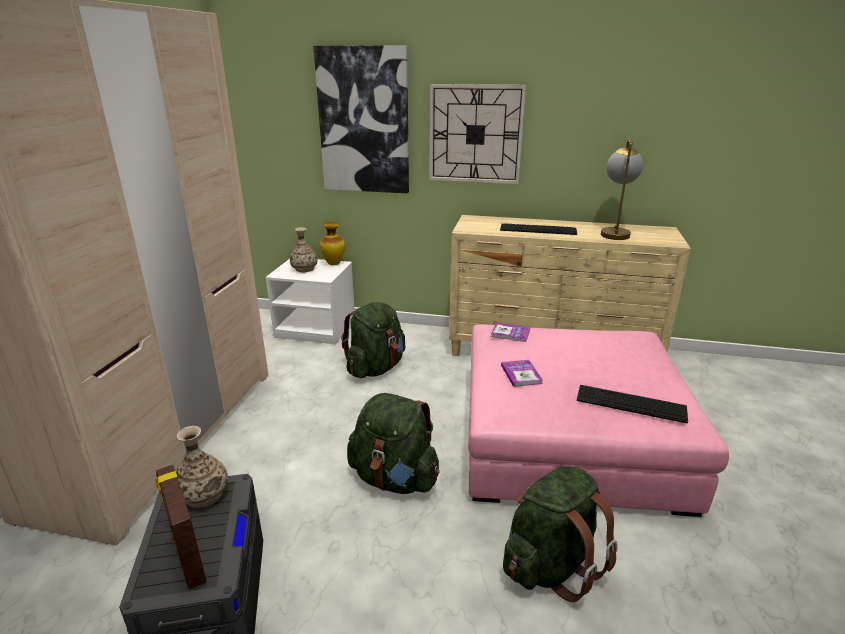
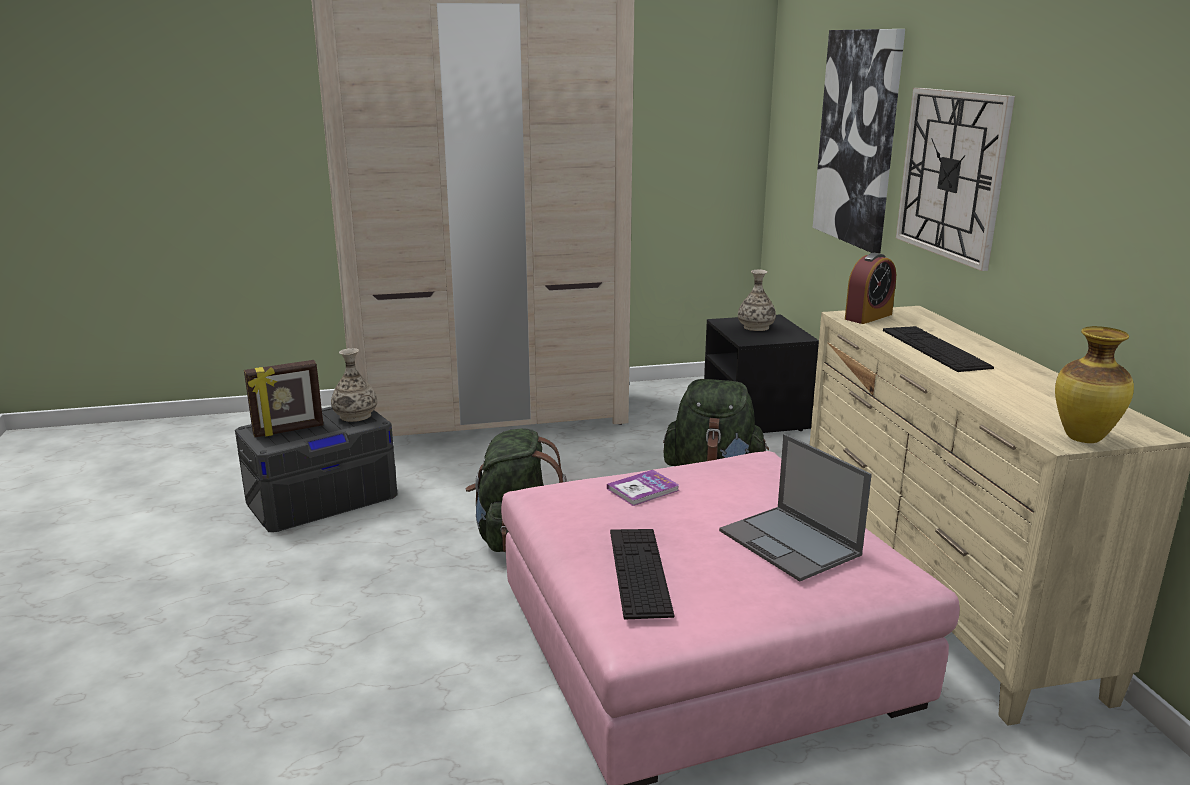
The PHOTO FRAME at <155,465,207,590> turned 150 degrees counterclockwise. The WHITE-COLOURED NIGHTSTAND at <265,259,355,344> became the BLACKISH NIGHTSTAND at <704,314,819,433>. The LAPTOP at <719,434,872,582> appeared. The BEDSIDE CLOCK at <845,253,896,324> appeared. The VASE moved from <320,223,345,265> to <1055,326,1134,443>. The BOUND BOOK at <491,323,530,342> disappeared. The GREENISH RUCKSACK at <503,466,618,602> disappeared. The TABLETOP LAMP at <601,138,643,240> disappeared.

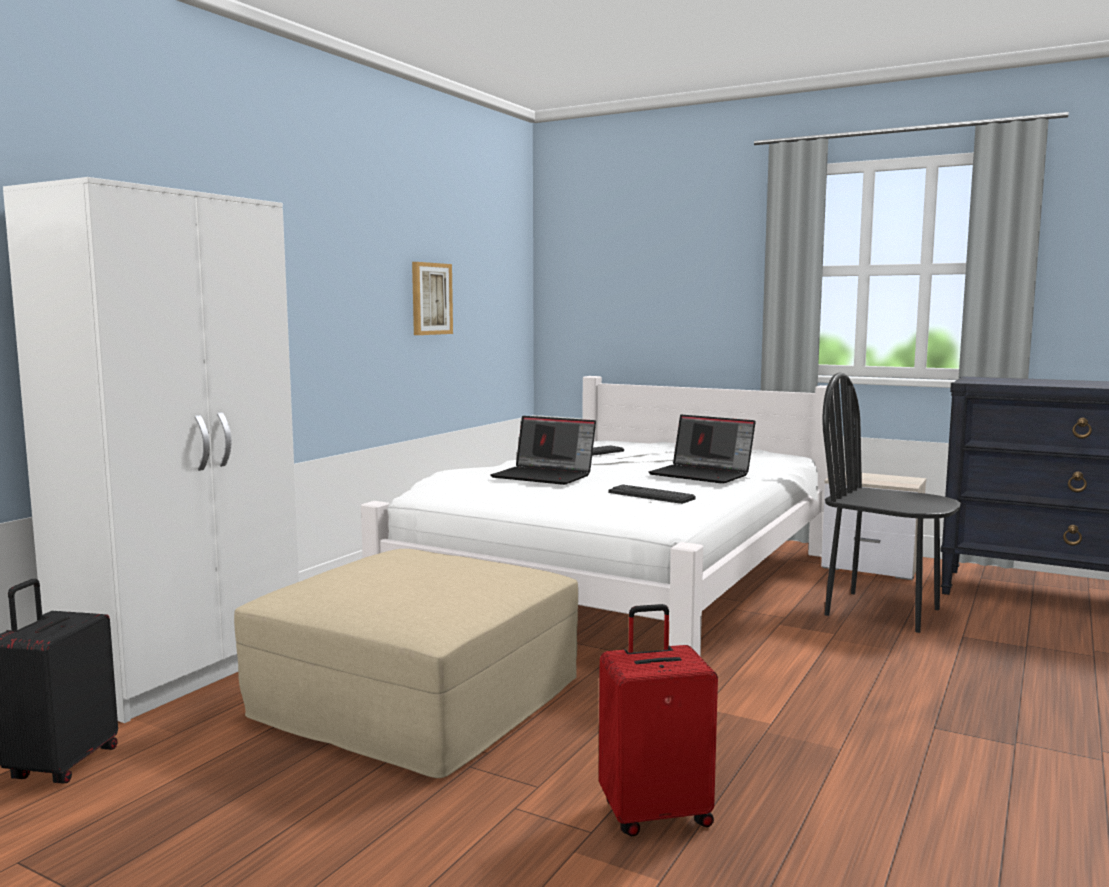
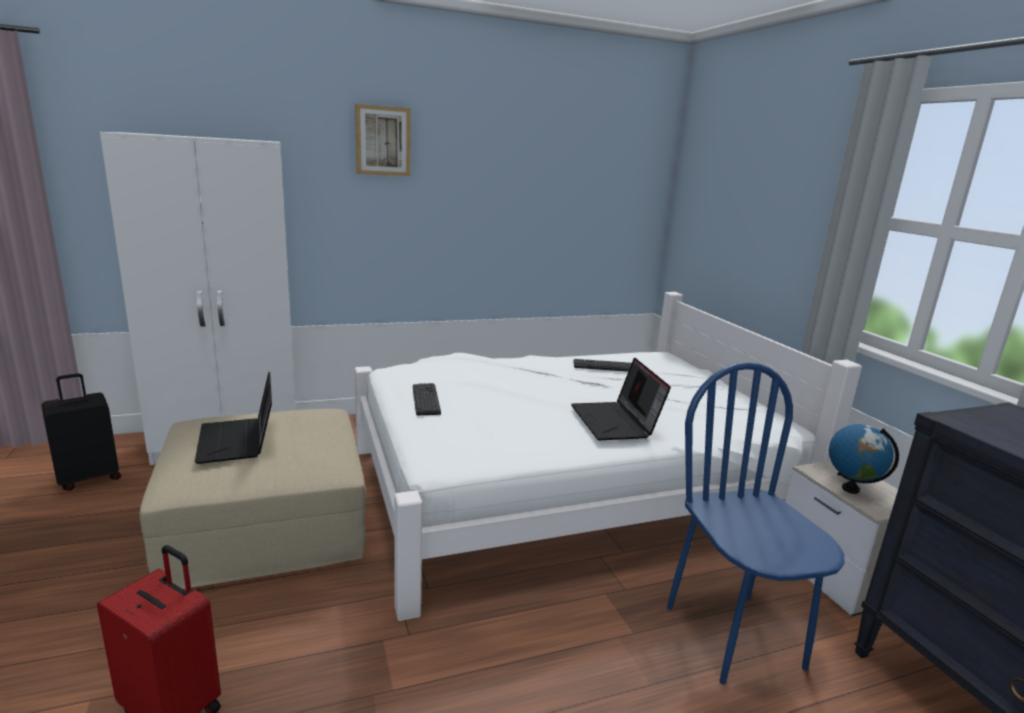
The LAPTOP moved from <490,416,596,485> to <195,372,272,464>. The PICTURE moved from <412,262,453,335> to <355,104,411,176>. The PC KEYBOARD moved from <608,484,696,504> to <413,383,441,415>. The BLACKISH UPRIGHT CHAIR at <822,372,961,633> became the BLUISH UPRIGHT CHAIR at <667,362,845,685>. The WORLD GLOBE at <829,424,899,494> appeared.

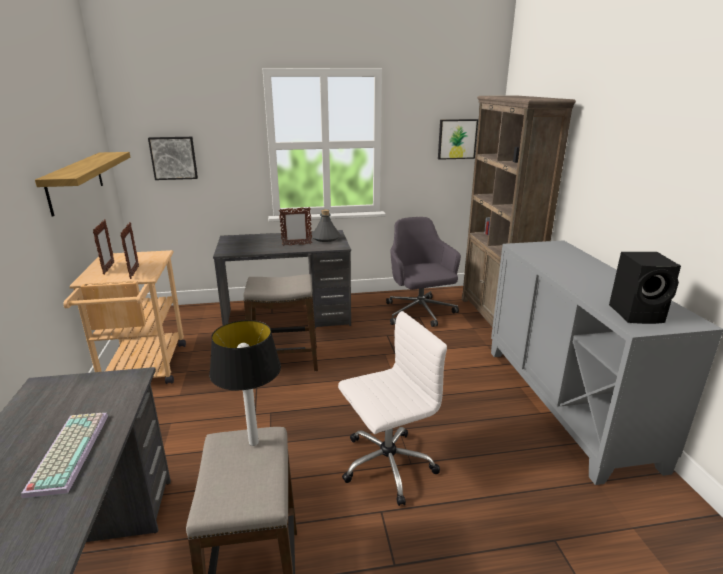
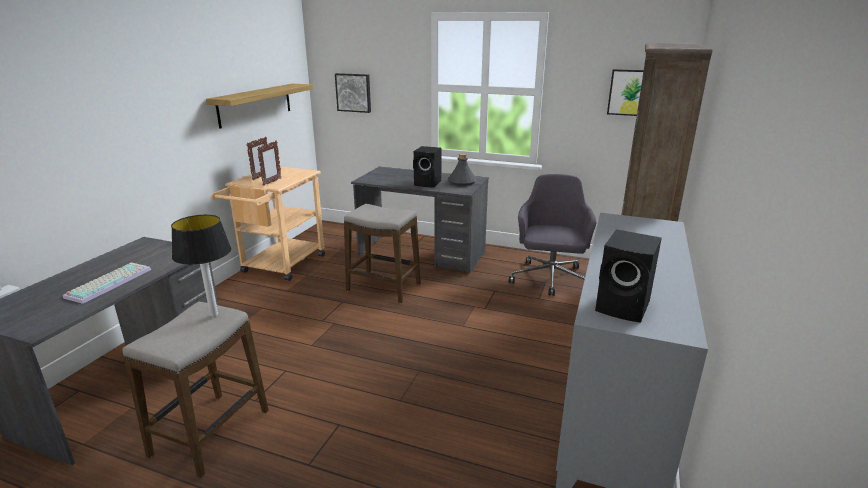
The PHOTO FRAME at <279,207,312,246> was replaced by the BLACKISH AUDIO SPEAKER at <413,146,442,188>. The WHITE-COLOURED COMPUTER CHAIR at <338,311,447,506> disappeared.

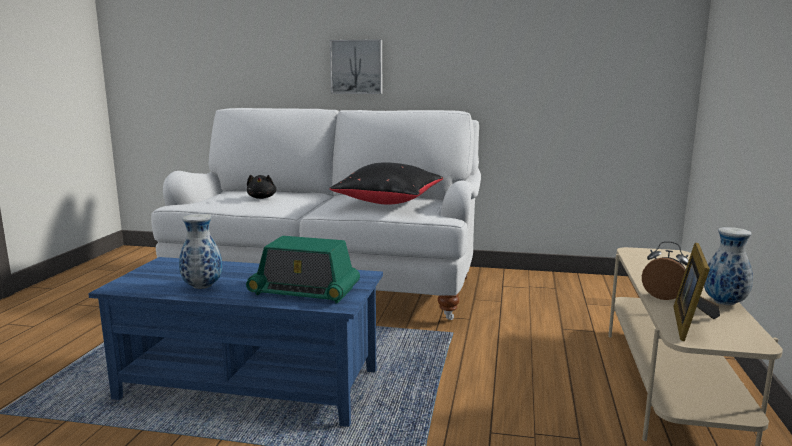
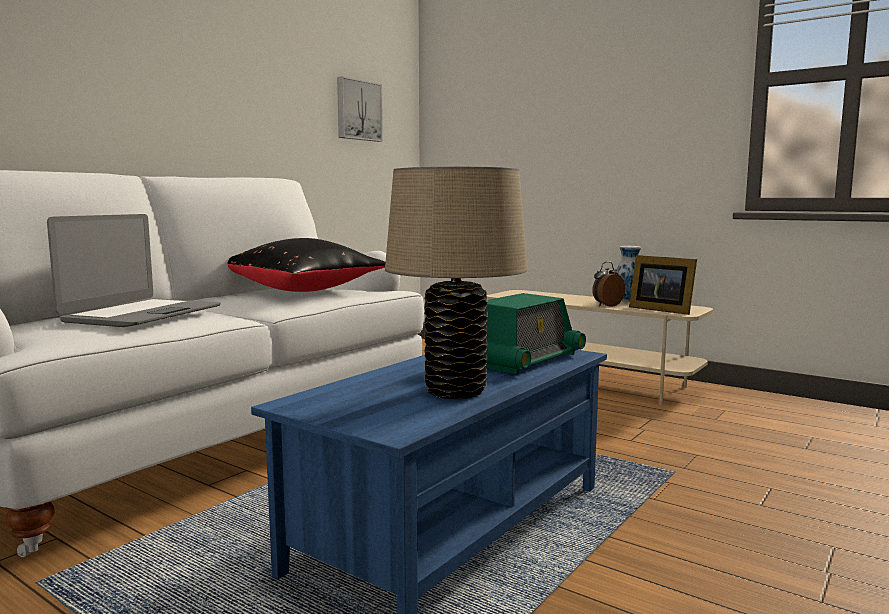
The BLACKISH CUDDLY TOY at <247,175,276,199> was replaced by the LAPTOP at <47,214,221,327>. The PICTURE moved from <330,39,382,94> to <337,76,383,142>. The VASE at <179,214,222,289> was replaced by the BEIGE-COLOURED TABLETOP LAMP at <385,167,527,399>.

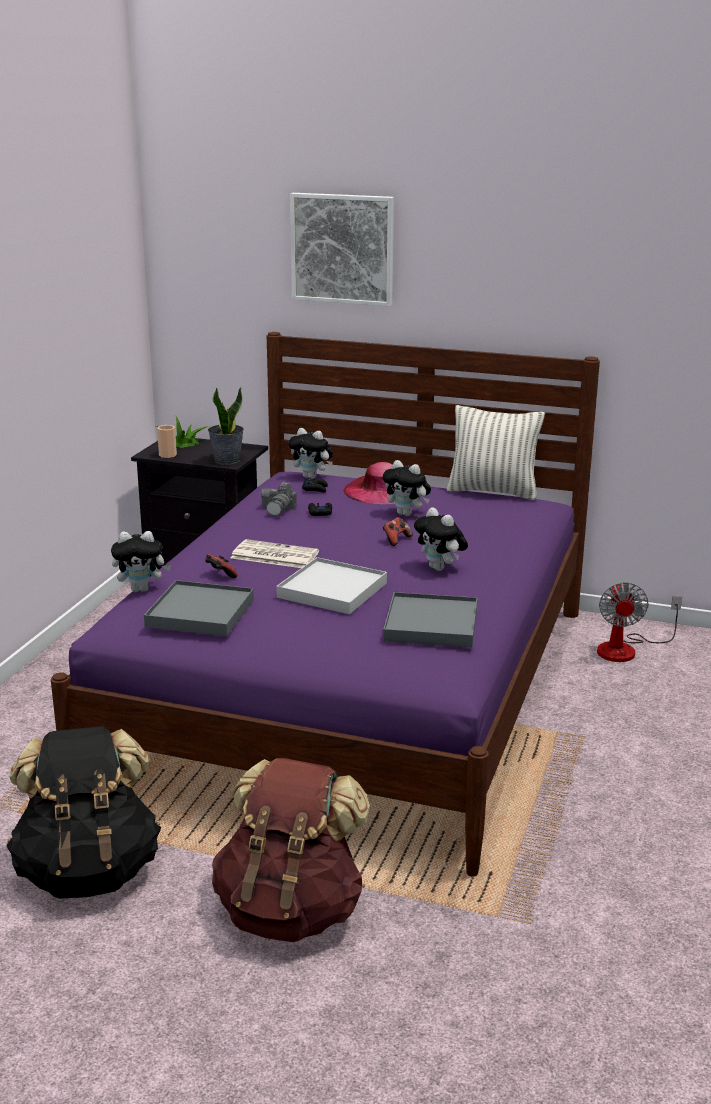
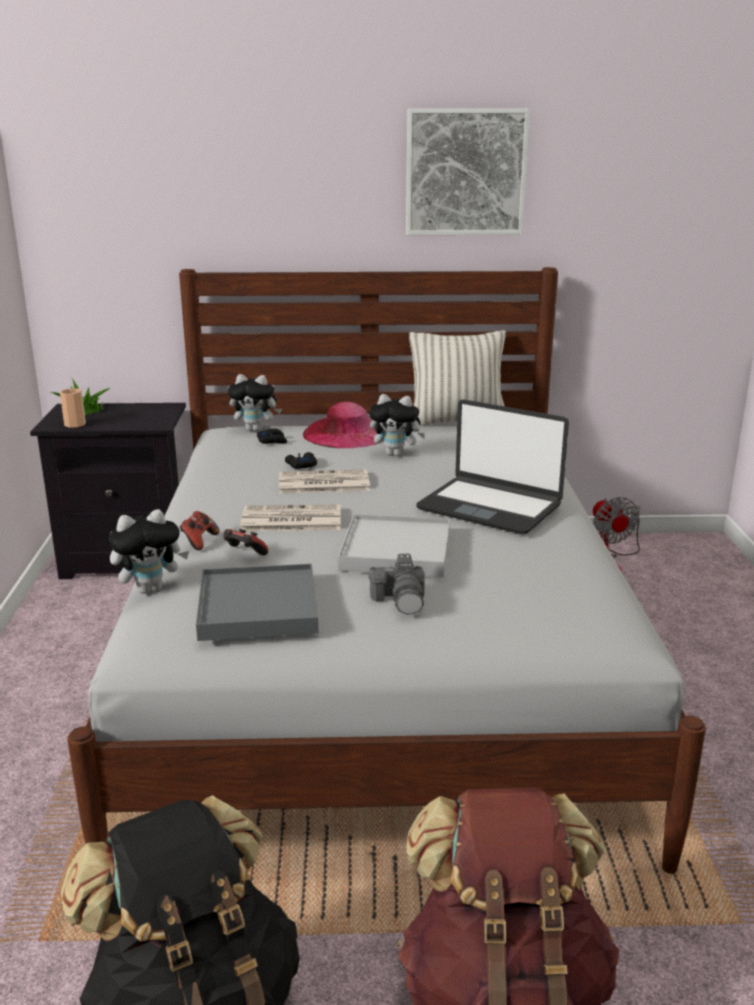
The PURPLE-COLOURED BED at <51,332,600,877> became the WHITE-COLOURED BED at <67,267,706,874>. The GAMEPAD moved from <383,517,413,546> to <180,511,219,550>. The NEWSPAPER at <279,469,370,494> appeared. The PHOTO CAMERA moved from <261,482,297,516> to <368,554,426,615>. The PICTURE moved from <290,193,394,307> to <406,108,530,235>. The CUDDLY TOY at <414,507,468,571> was replaced by the LAPTOP at <416,399,569,534>. The PLANT IN A POT at <208,387,244,465> disappeared. The GRAY CARRYING TRAY at <383,592,478,648> disappeared.

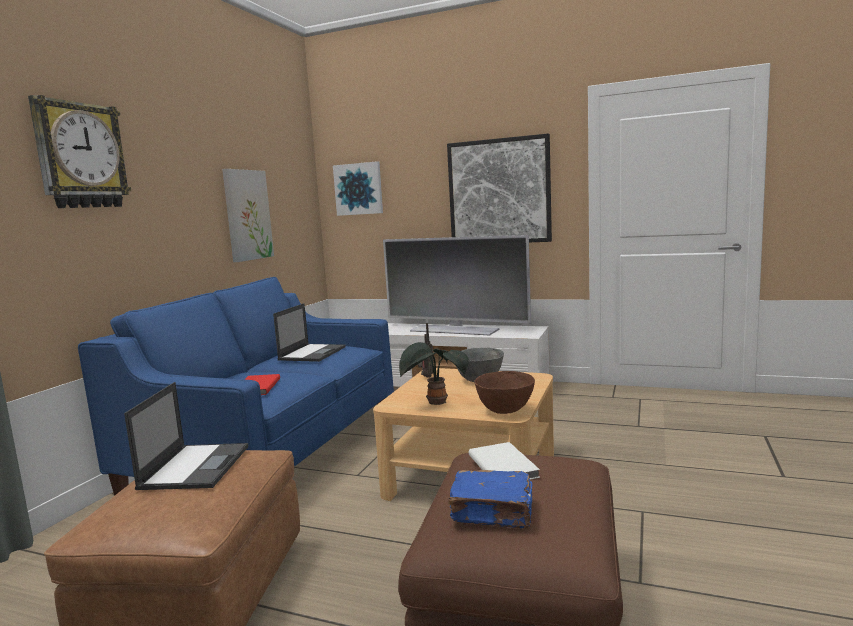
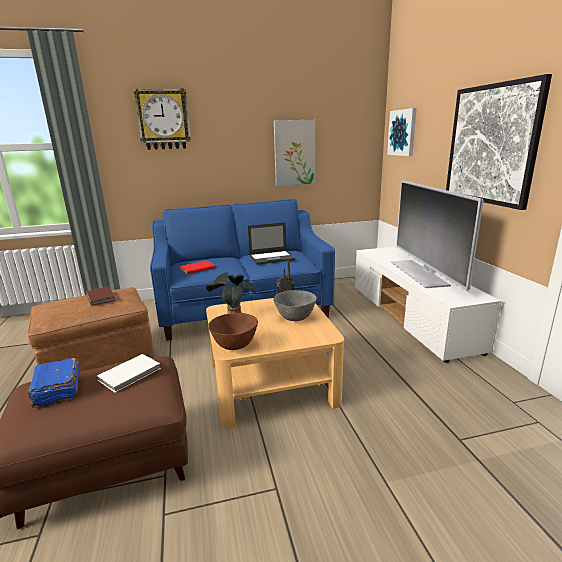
The LAPTOP at <124,382,248,490> was replaced by the BROWN-COLOURED BOUND BOOK at <86,287,116,306>.

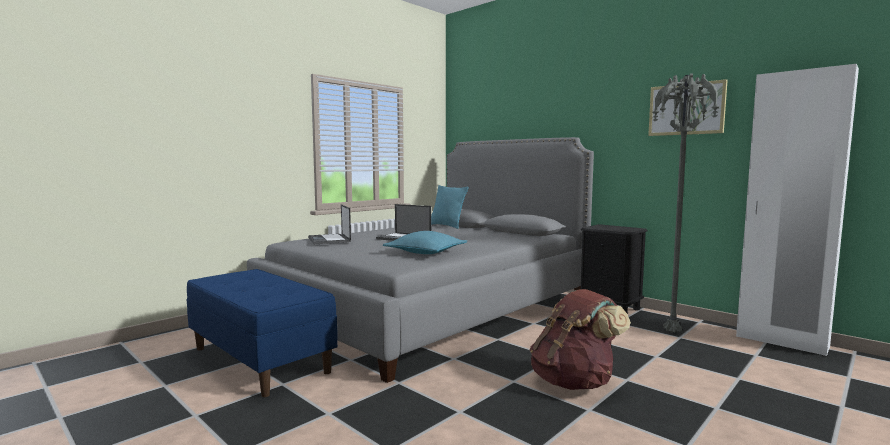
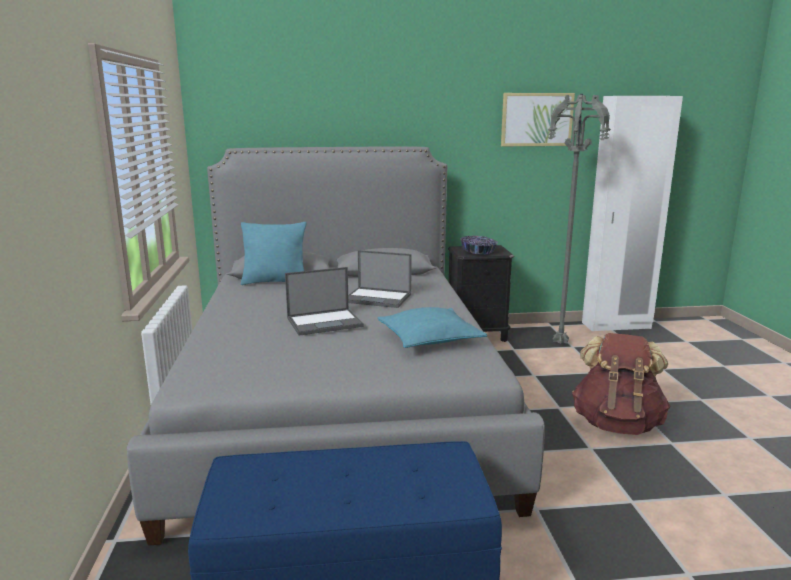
The LAPTOP moved from <308,204,351,244> to <348,250,412,308>. The SERVING BOWL at <460,236,498,255> appeared.

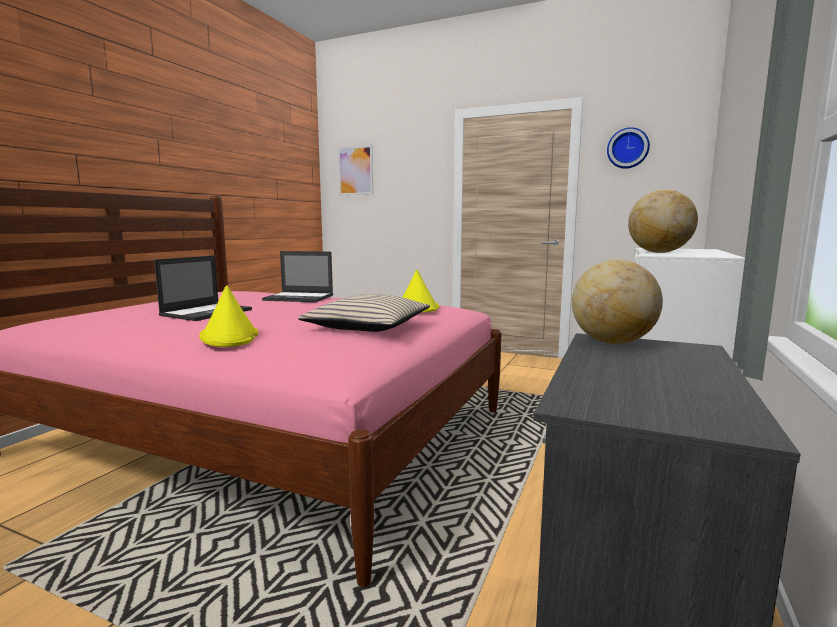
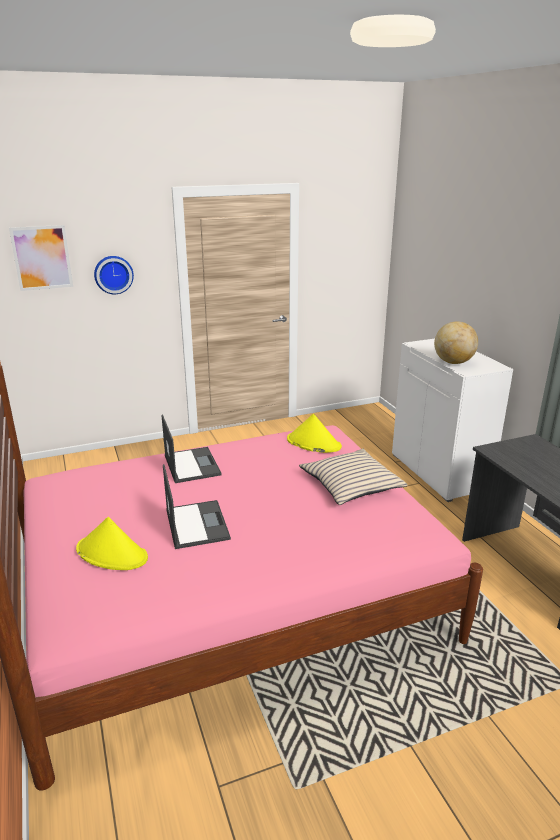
The YELLOW-COLOURED CLOTHING HAT moved from <199,285,258,347> to <76,517,148,570>. The WALL CLOCK moved from <607,127,650,169> to <94,256,134,294>. The LAPTOP at <262,251,333,302> turned 75 degrees counterclockwise. The WORLD GLOBE at <572,260,663,344> disappeared.

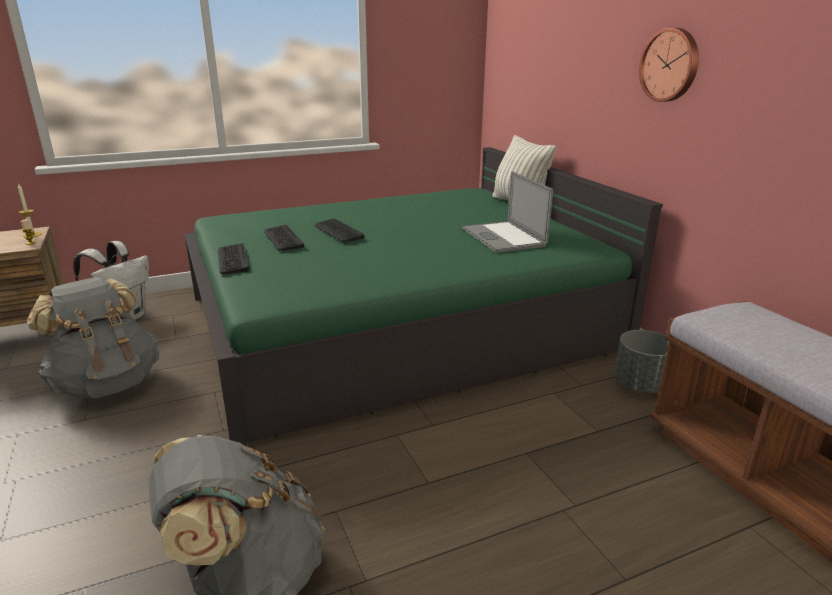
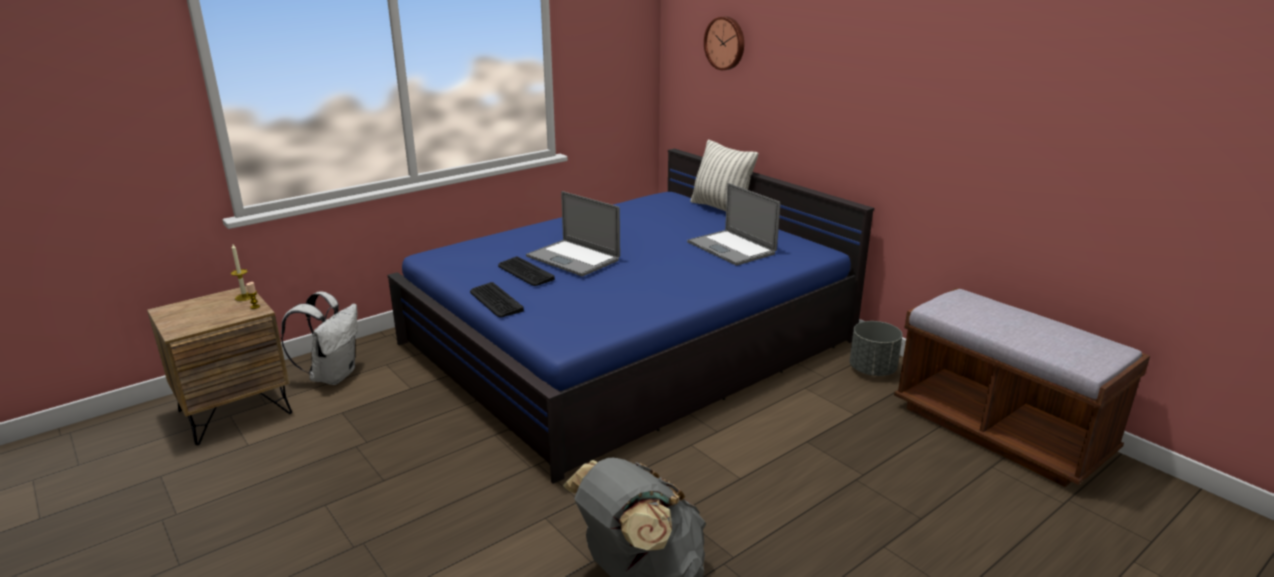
The GREENISH BED at <185,147,663,446> became the BLUISH BED at <387,149,874,484>. The PC KEYBOARD at <315,218,364,242> was replaced by the LAPTOP at <526,191,620,276>. The WALL CLOCK moved from <639,28,699,102> to <704,16,744,70>. The GRAY RUCKSACK at <27,277,159,398> disappeared.

